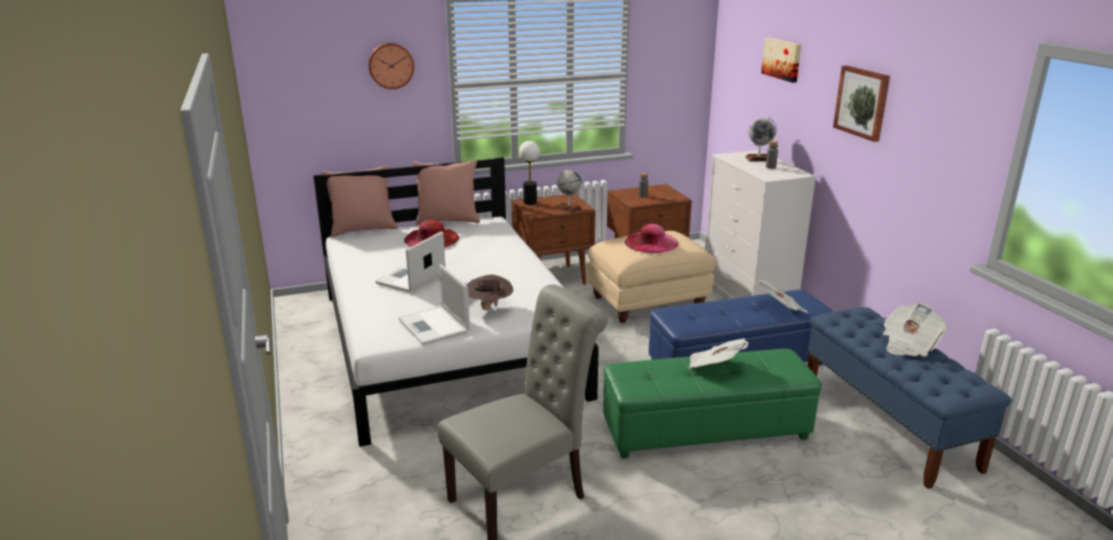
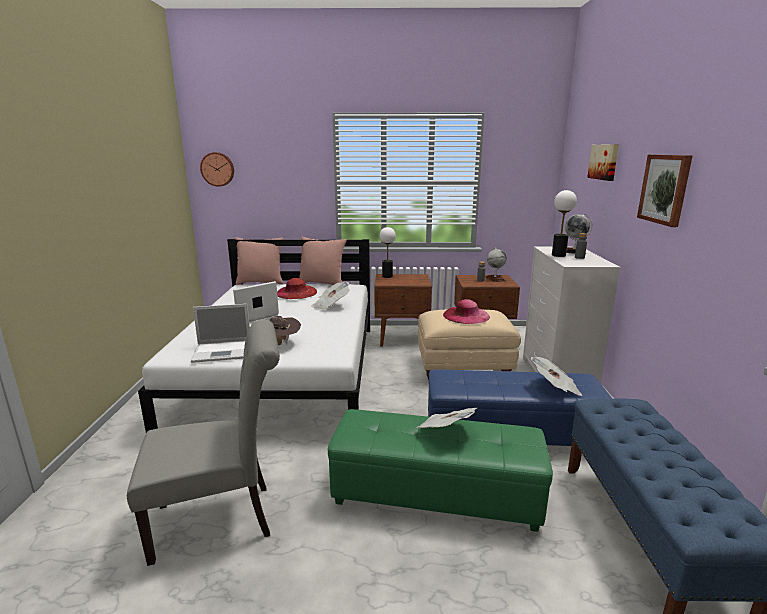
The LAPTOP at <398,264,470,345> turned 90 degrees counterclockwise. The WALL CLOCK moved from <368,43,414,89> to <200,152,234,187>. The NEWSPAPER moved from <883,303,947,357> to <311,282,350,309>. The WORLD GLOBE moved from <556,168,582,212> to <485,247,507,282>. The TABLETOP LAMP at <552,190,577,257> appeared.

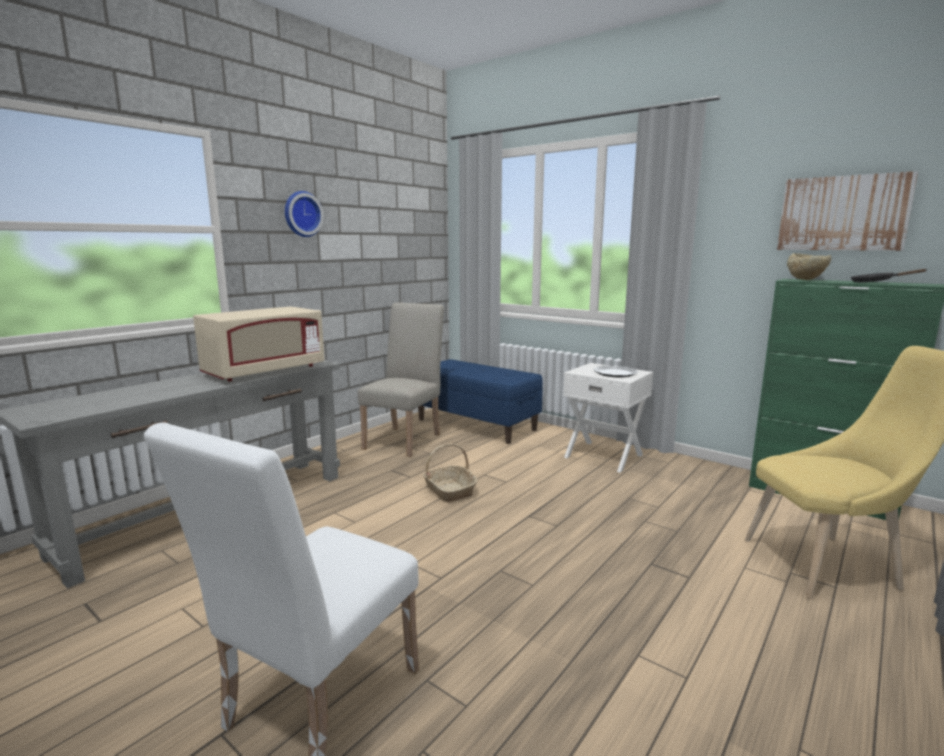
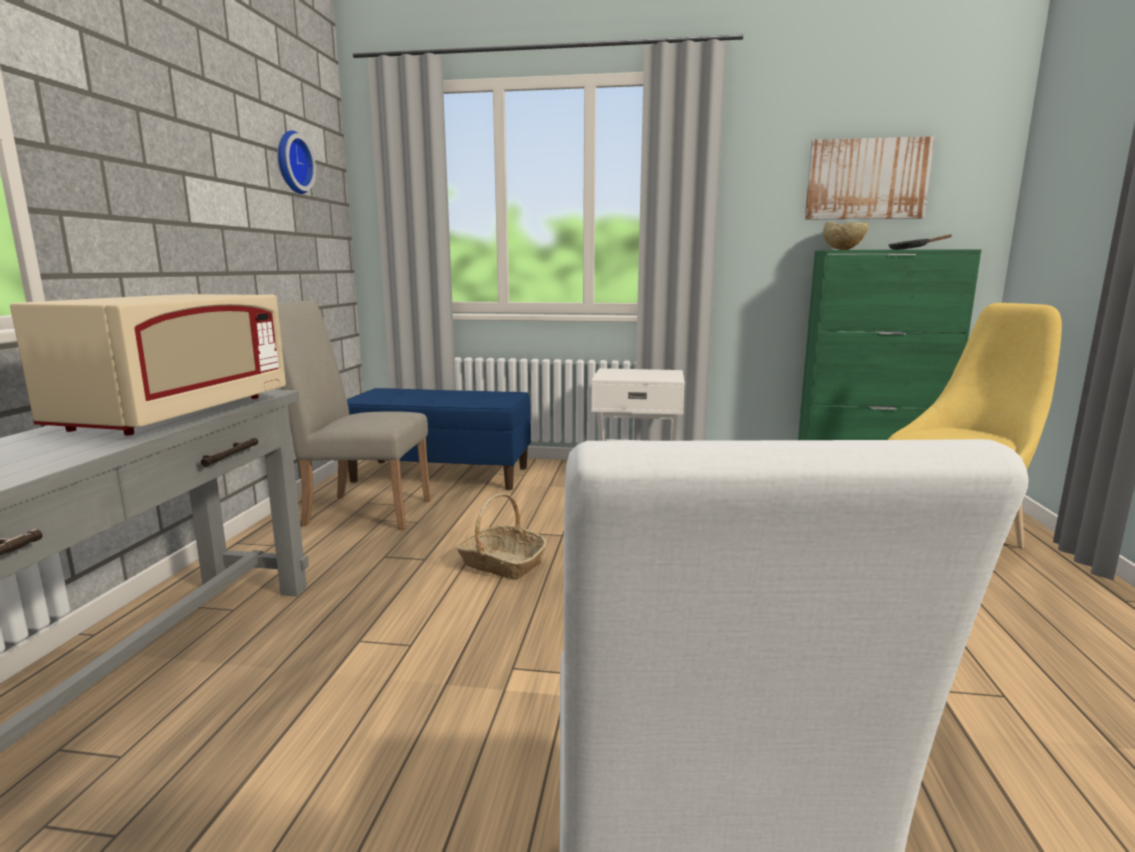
The WALL CLOCK moved from <285,191,324,237> to <277,130,316,194>. The BEIGE-COLOURED UPRIGHT CHAIR at <358,303,444,457> turned 75 degrees counterclockwise. The DINNER PLATE at <593,365,638,377> disappeared.

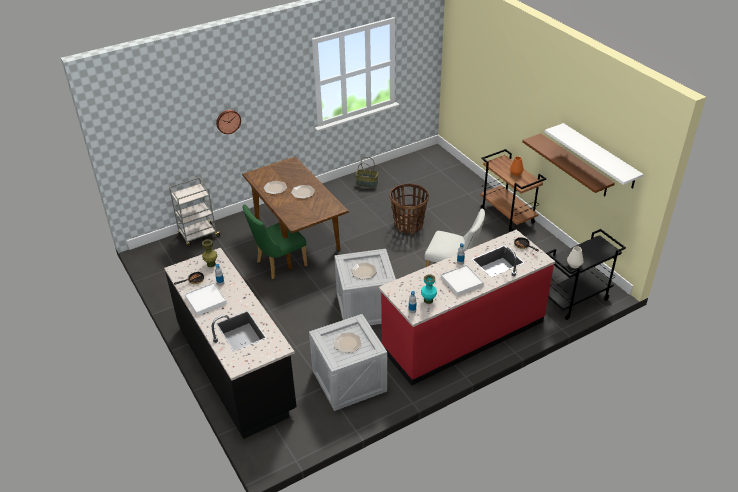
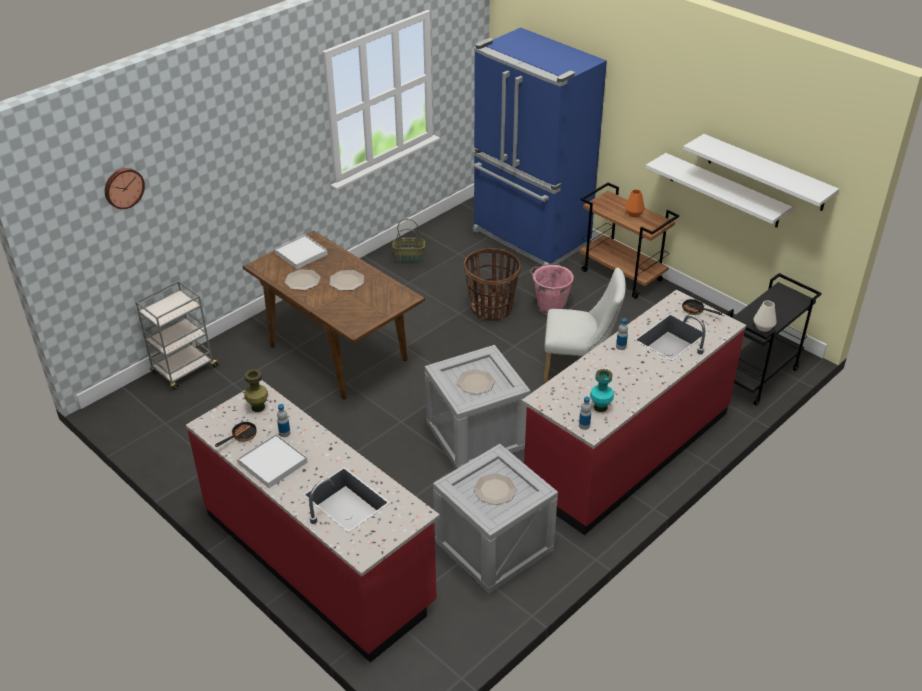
The WALL CLOCK moved from <216,110,241,134> to <105,168,145,209>. The BLACKISH KITCHEN BASE UNIT at <164,248,297,439> became the RED KITCHEN BASE UNIT at <186,380,440,663>. The WHITE-COLOURED CARRYING TRAY moved from <441,264,484,296> to <274,235,328,269>. The BLUISH KITCHEN FRIDGE at <473,28,607,265> appeared. The PINKISH WATER BUCKET at <529,264,574,315> appeared. The BROWN-COLOURED SHELF at <522,133,615,196> became the WHITE-COLOURED SHELF at <645,153,792,228>. The GREENISH UPRIGHT CHAIR at <243,204,307,279> disappeared.

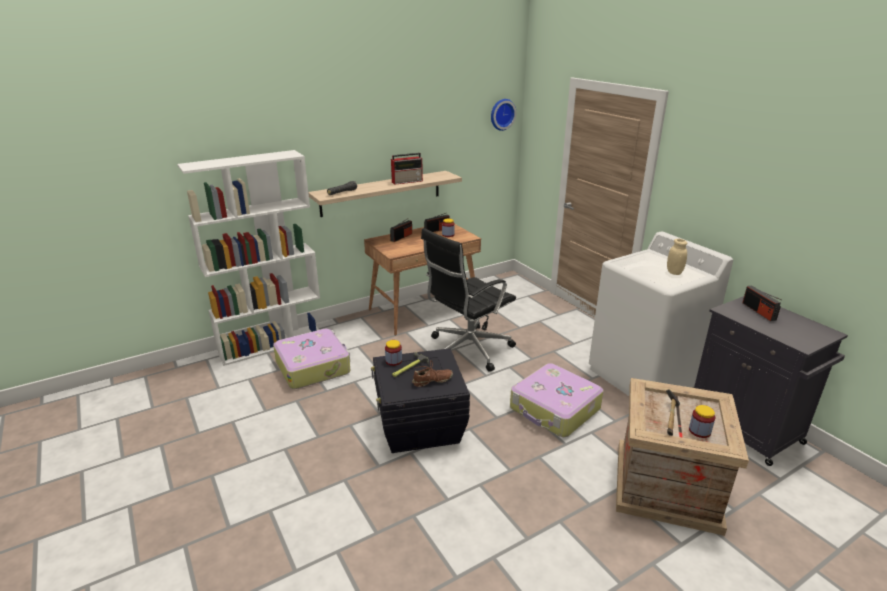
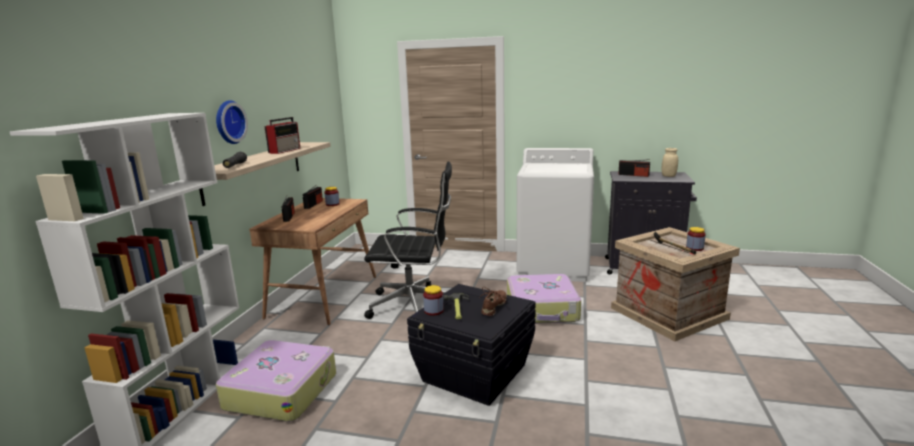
The WALL CLOCK moved from <491,99,516,131> to <216,100,248,144>. The BLACKISH COMPUTER CHAIR at <421,228,516,372> turned 90 degrees counterclockwise. The BEIGE-COLOURED JAR moved from <667,239,687,275> to <661,148,678,177>.

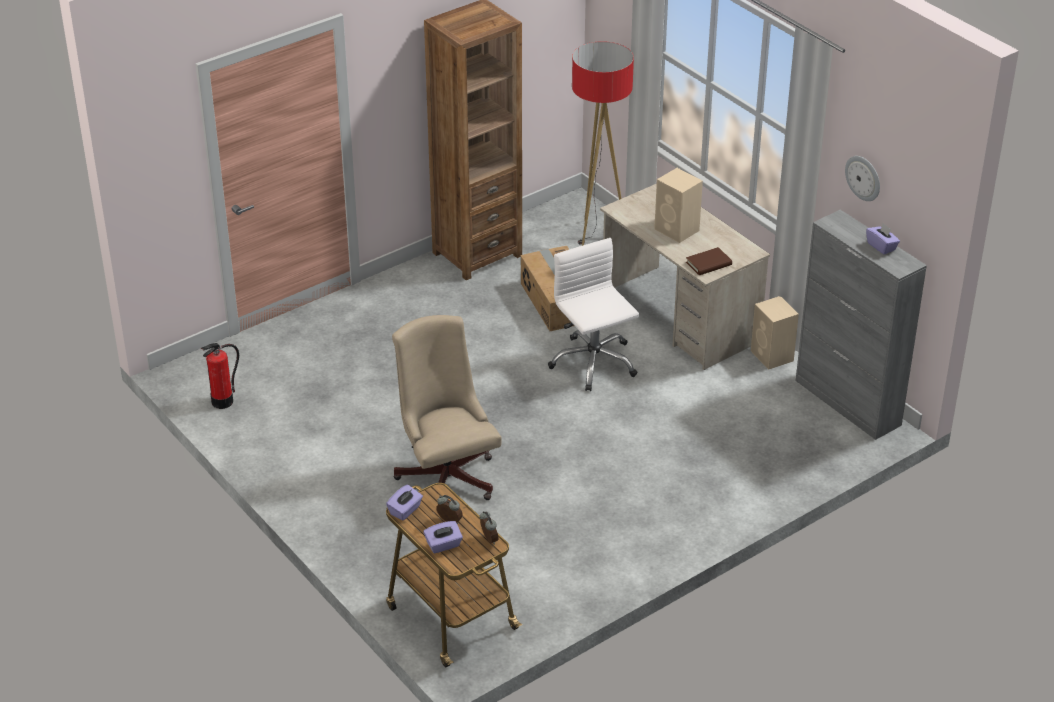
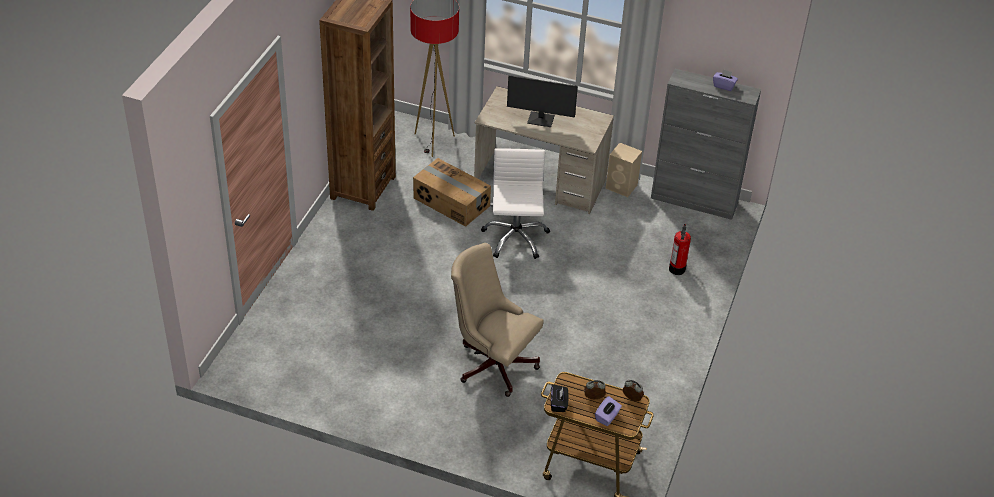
The WHITE-COLOURED COMPUTER CHAIR at <548,238,639,391> turned 60 degrees clockwise. The BEIGE-COLOURED AUDIO SPEAKER at <654,168,703,243> was replaced by the MONITOR at <507,75,578,127>. The PURPLE-COLOURED TISSUE HOLDER at <386,485,423,520> became the BLACKISH TISSUE HOLDER at <551,384,568,412>. The EXTINGUISHER moved from <201,343,239,409> to <669,224,691,275>. The BROWN-COLOURED BOUND BOOK at <686,247,732,275> disappeared. The WALL CLOCK at <845,156,880,201> disappeared.

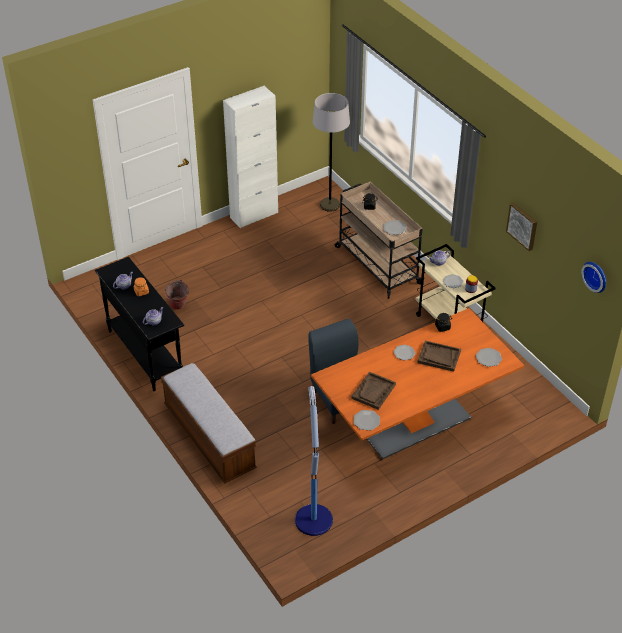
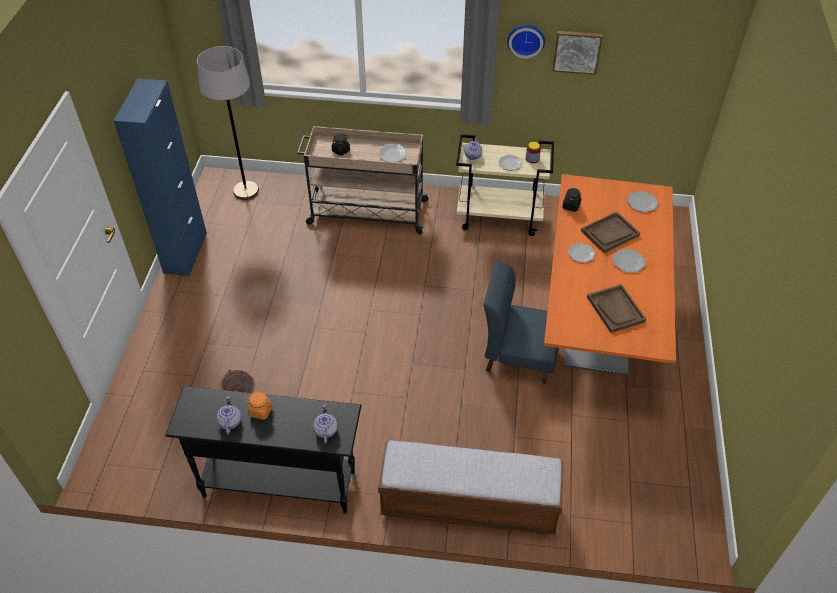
The WHITE-COLOURED CUPBOARD at <223,86,278,228> became the BLUISH CUPBOARD at <113,78,207,276>. The WALL CLOCK moved from <581,262,606,293> to <507,25,545,58>. The DINNER PLATE moved from <353,410,380,430> to <612,249,646,272>. The FLOOR LAMP at <295,386,333,536> disappeared.

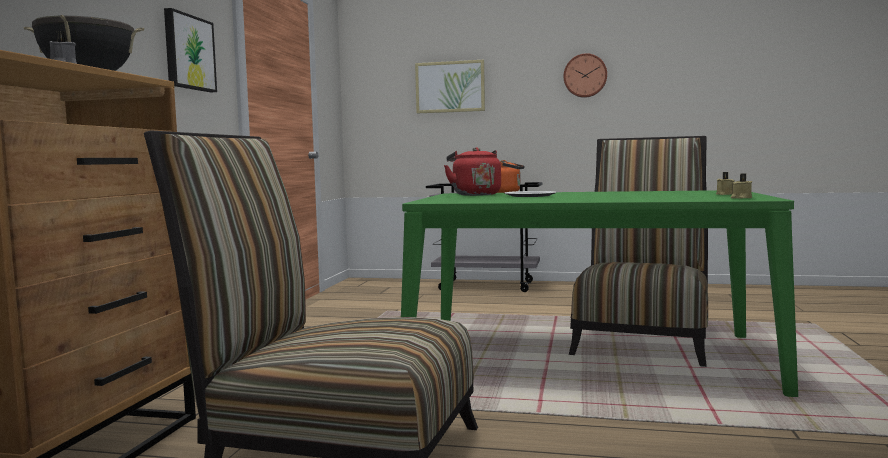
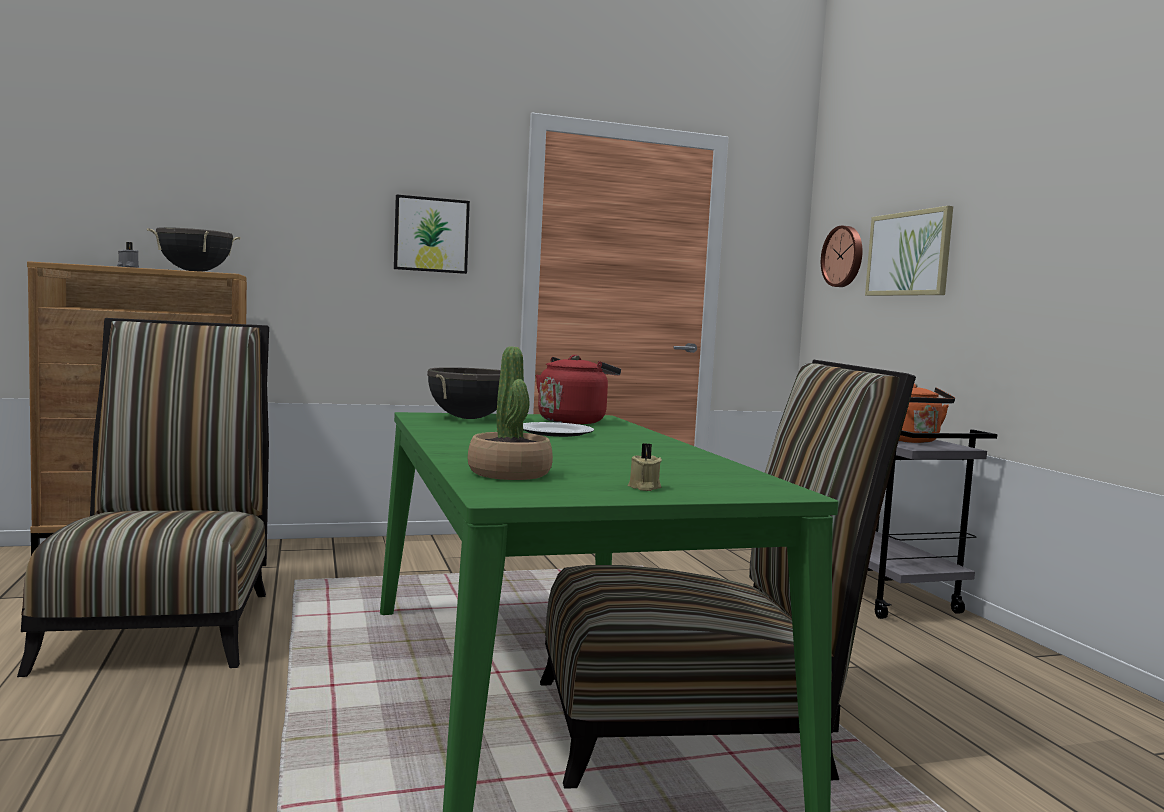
The BLACKISH COOKING POT at <427,367,501,419> appeared. The PLANT IN A POT at <468,347,553,480> appeared. The WALL CLOCK moved from <563,53,607,98> to <821,226,862,287>. The BEIGE-COLOURED WAX CANDLE at <731,173,752,198> disappeared.

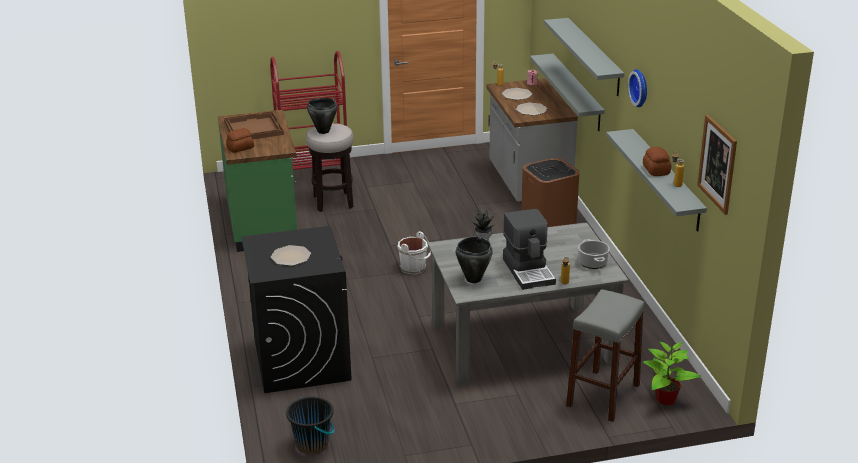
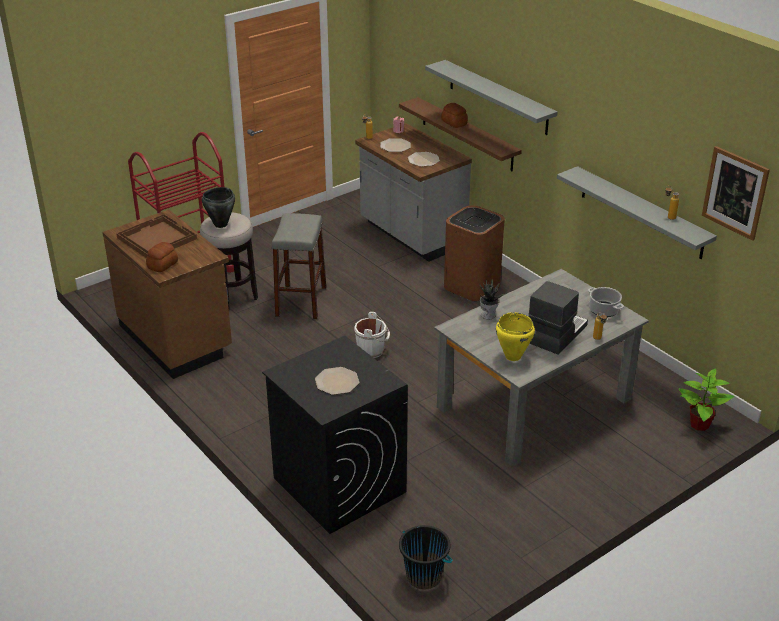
The GREENISH KITCHEN BASE UNIT at <218,110,297,252> became the BROWN-COLOURED KITCHEN BASE UNIT at <102,210,232,379>. The GRAY SITTING STOOL moved from <566,289,645,422> to <272,213,326,319>. The GRAY SHELF at <530,54,605,131> became the BROWN-COLOURED SHELF at <399,97,522,171>. The BREAD moved from <643,147,671,176> to <441,103,468,128>. The BLACKISH COOKING POT at <456,237,493,283> became the YELLOW-COLOURED COOKING POT at <496,312,535,361>. The COFFEE MAKER at <503,209,556,290> turned 105 degrees counterclockwise. The WALL CLOCK at <628,69,647,107> disappeared.

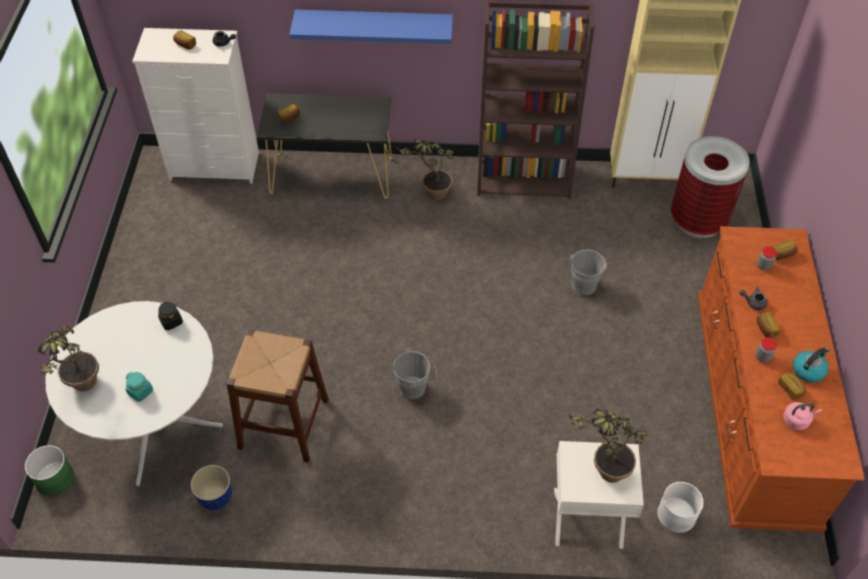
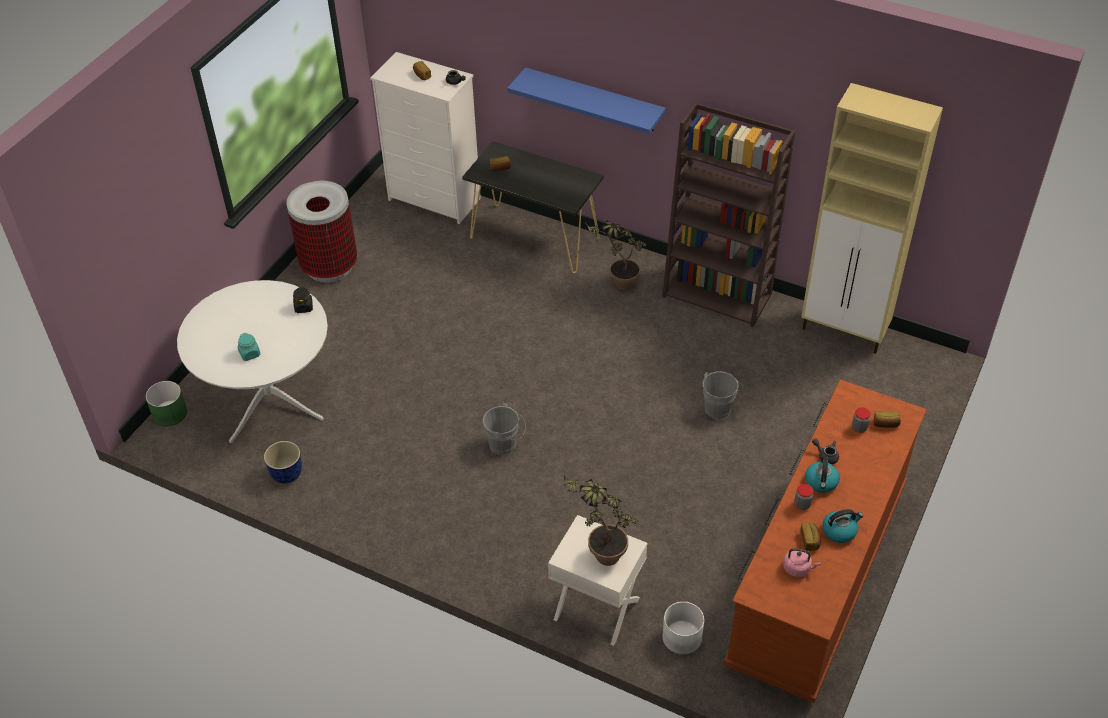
The WASTE BIN moved from <671,136,750,238> to <287,181,357,283>. The BREAD at <756,312,781,338> was replaced by the TEA KETTLE at <805,456,840,493>. The PLANT IN A POT at <38,326,99,391> disappeared. The BROWN-COLOURED SITTING STOOL at <226,330,329,462> disappeared.

